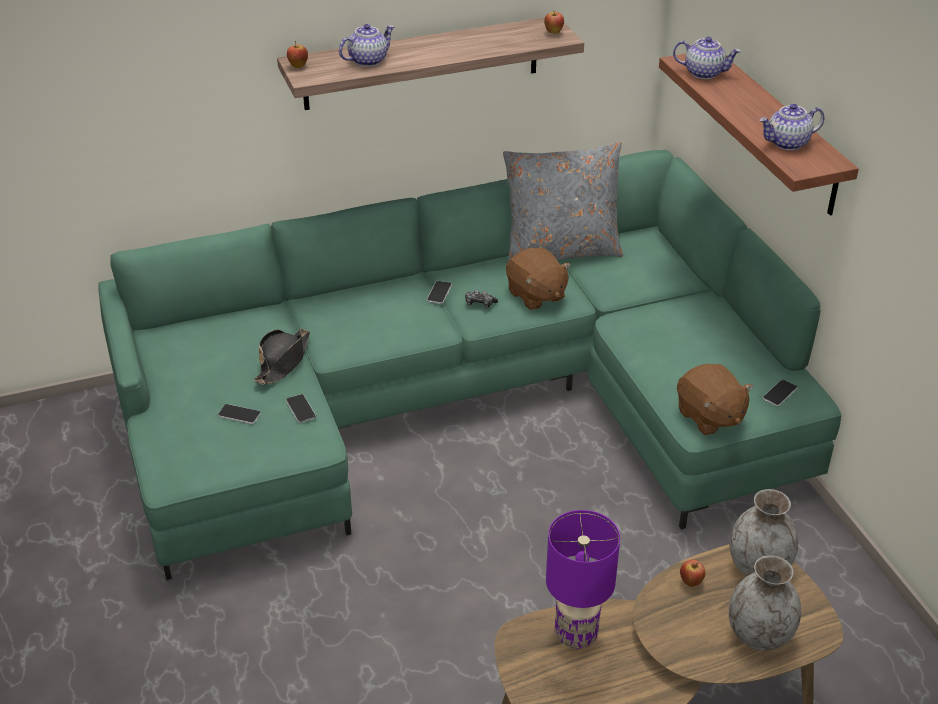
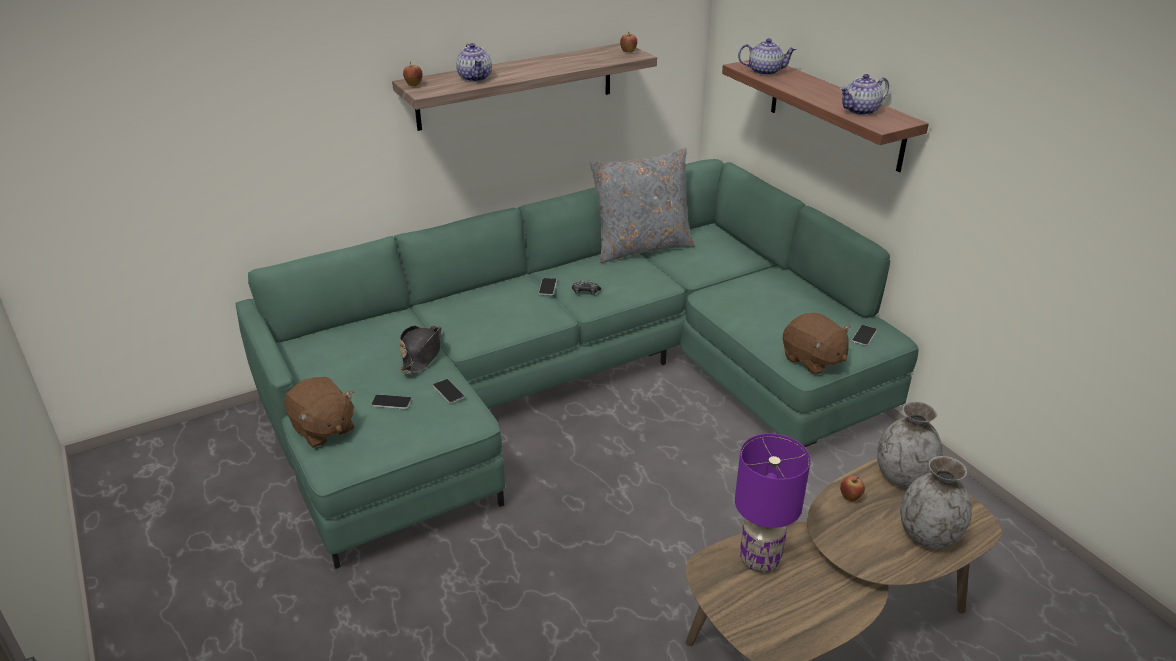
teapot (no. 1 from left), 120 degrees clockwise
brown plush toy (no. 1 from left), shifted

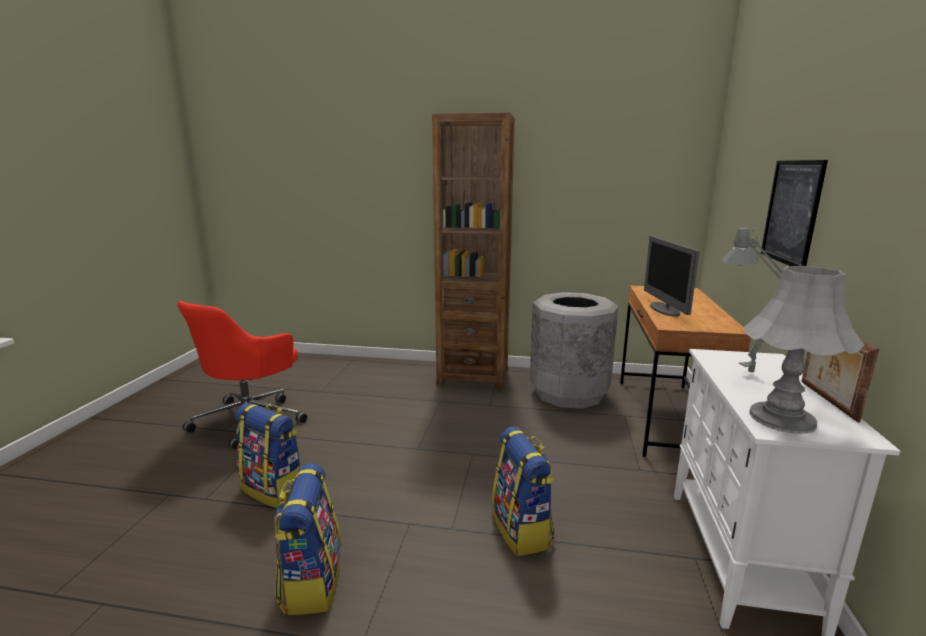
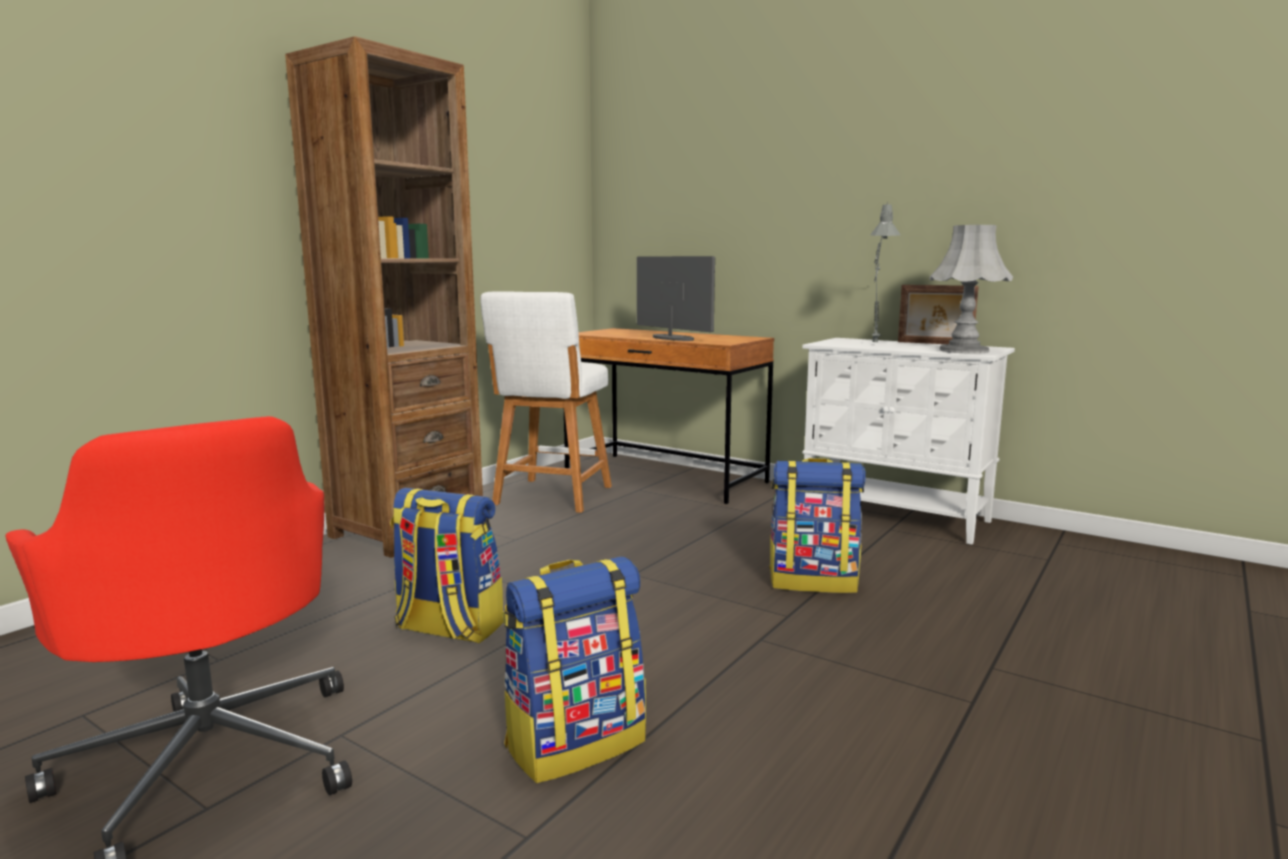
backpack (no. 2 from left in the first image) => backpack (no. 1 from left), shifted
grey trash can => white stool
monitor, 150 degrees counterclockwise
picture => nothing

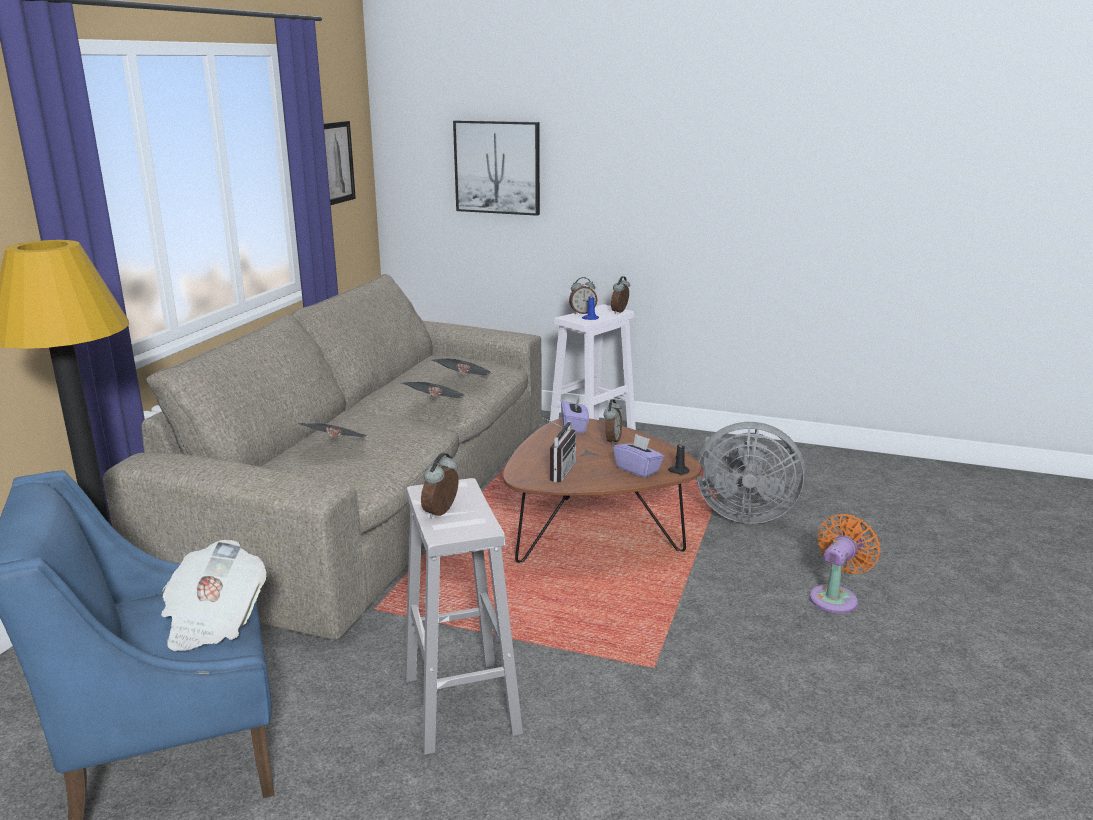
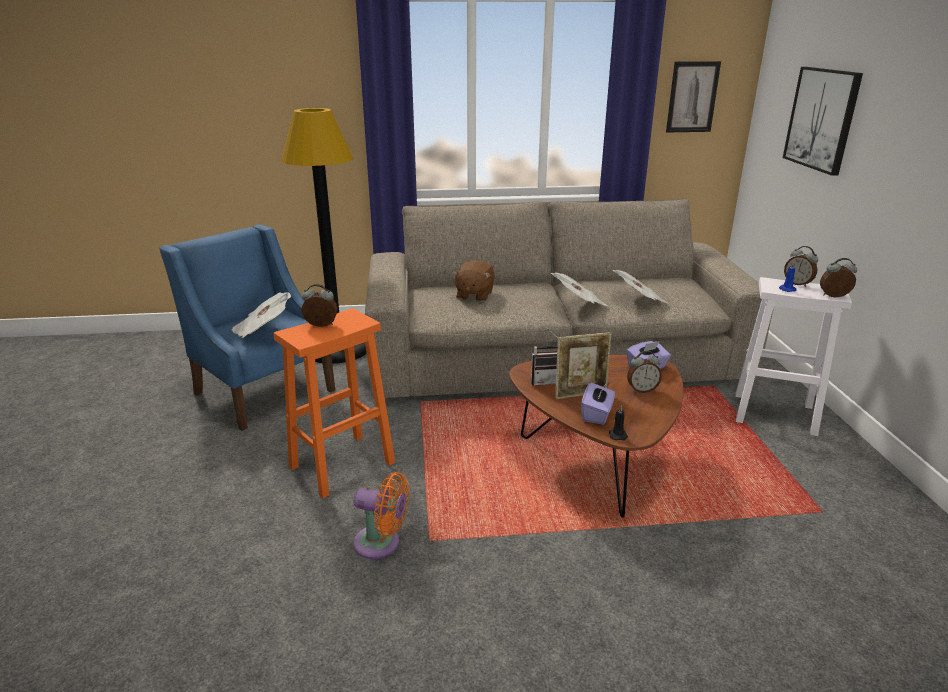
newspaper (no. 2 from left) => brown plush toy
white stool (no. 1 from left) => orange stool
grey fan => nothing
orange fan, shifted
nothing => picture frame

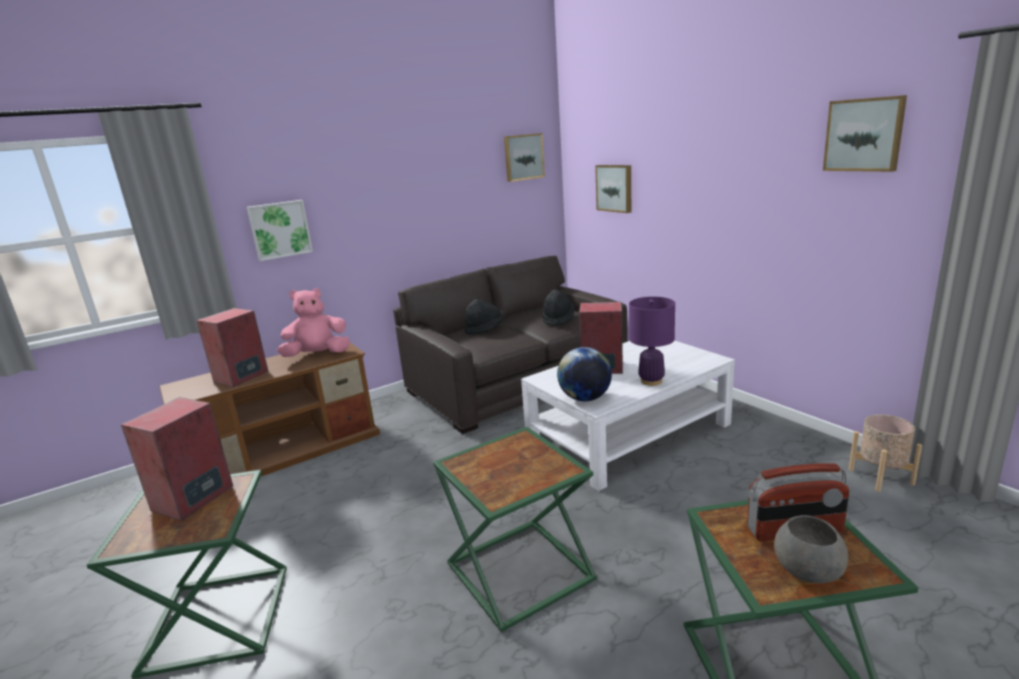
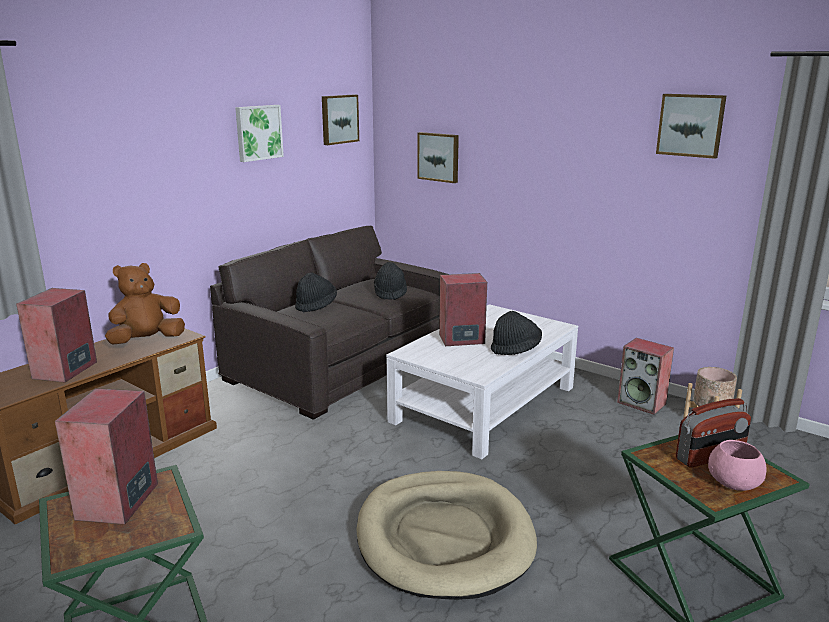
picture (no. 1 from left), shifted
pink plush toy => brown plush toy
green side table (no. 2 from left) => beige dog bed
globe => nothing
purple table lamp => black hat (no. 3 from left)
grey bowl => pink bowl
nothing => speaker (no. 4 from left)

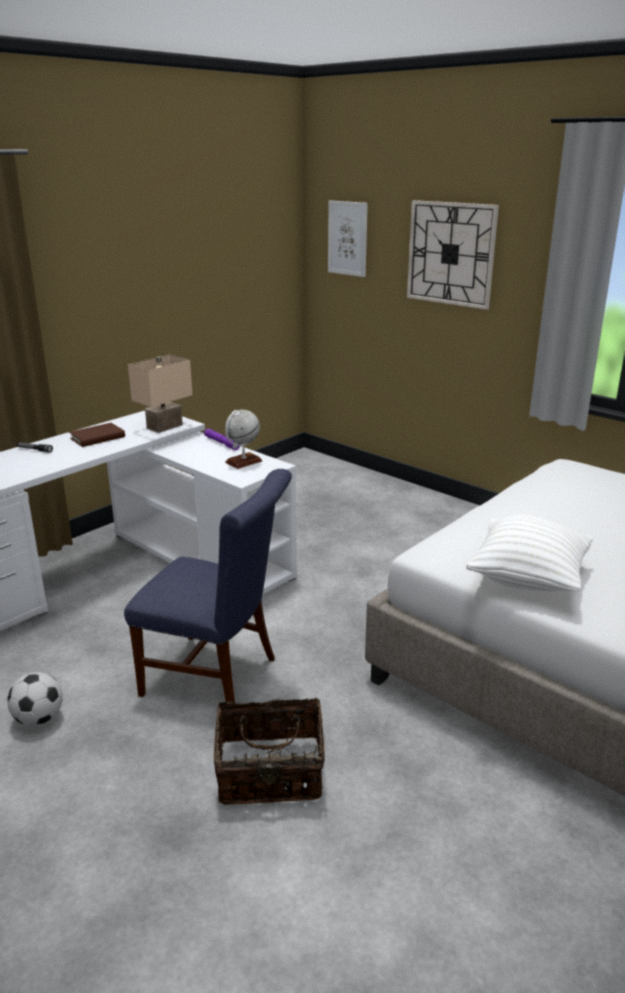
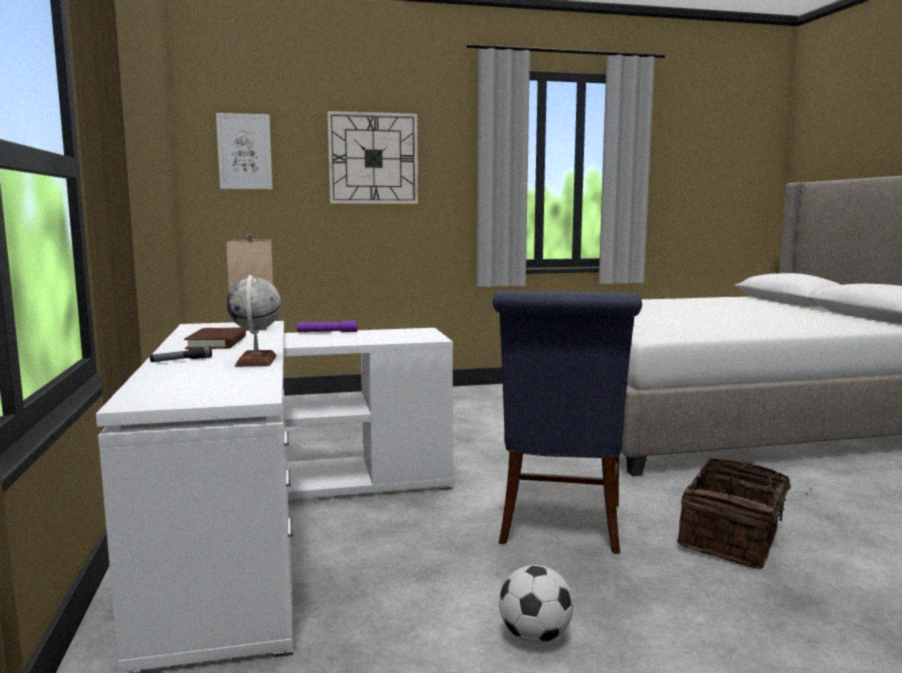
blue chair, 135 degrees clockwise
globe, shifted
white pillow => nothing

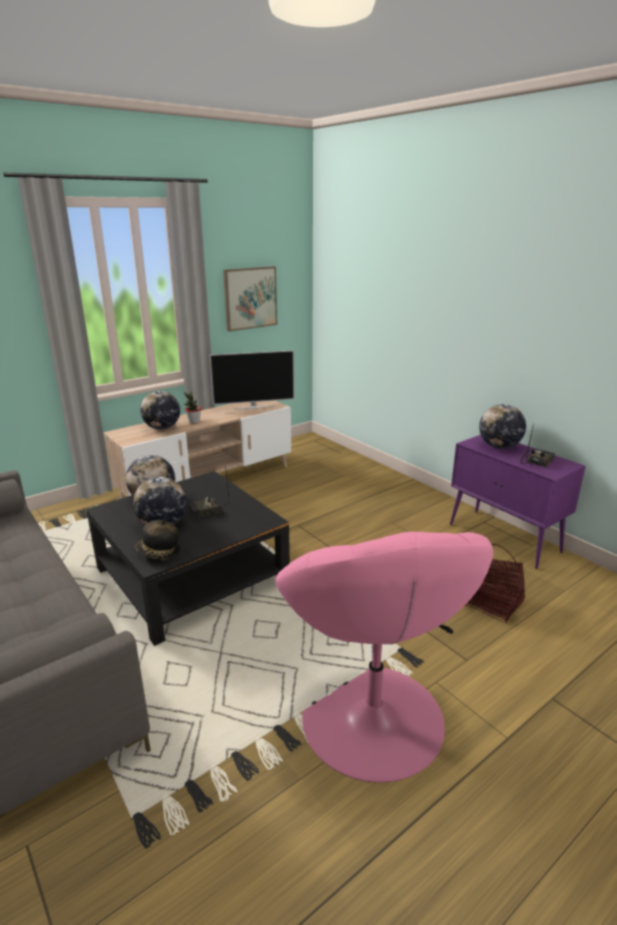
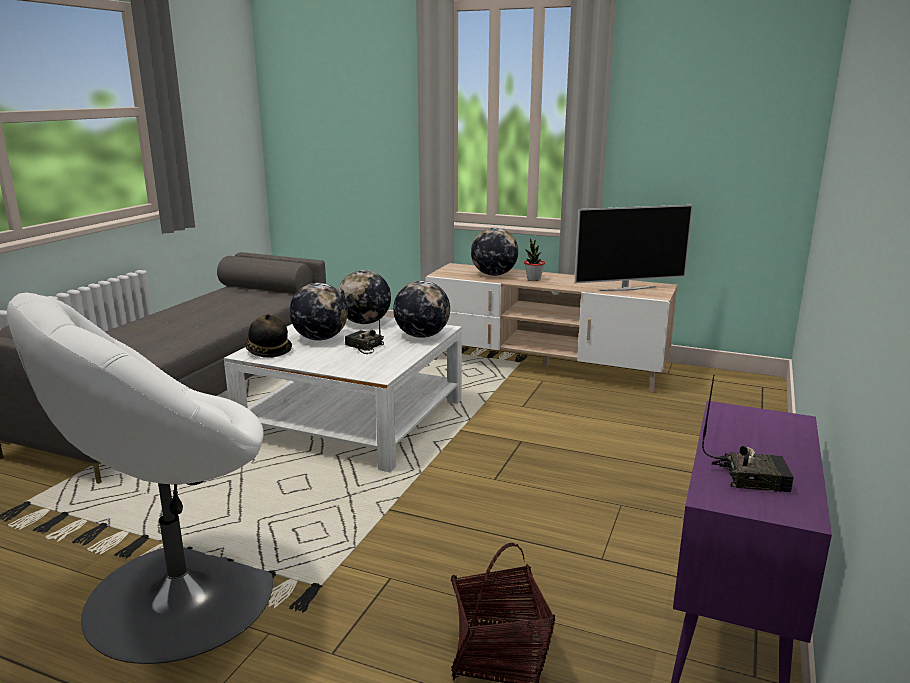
black coffee table => white coffee table
television, 60 degrees counterclockwise
picture => nothing
pink armchair => white armchair
globe (no. 4 from left in the first image) => globe (no. 3 from left), shifted

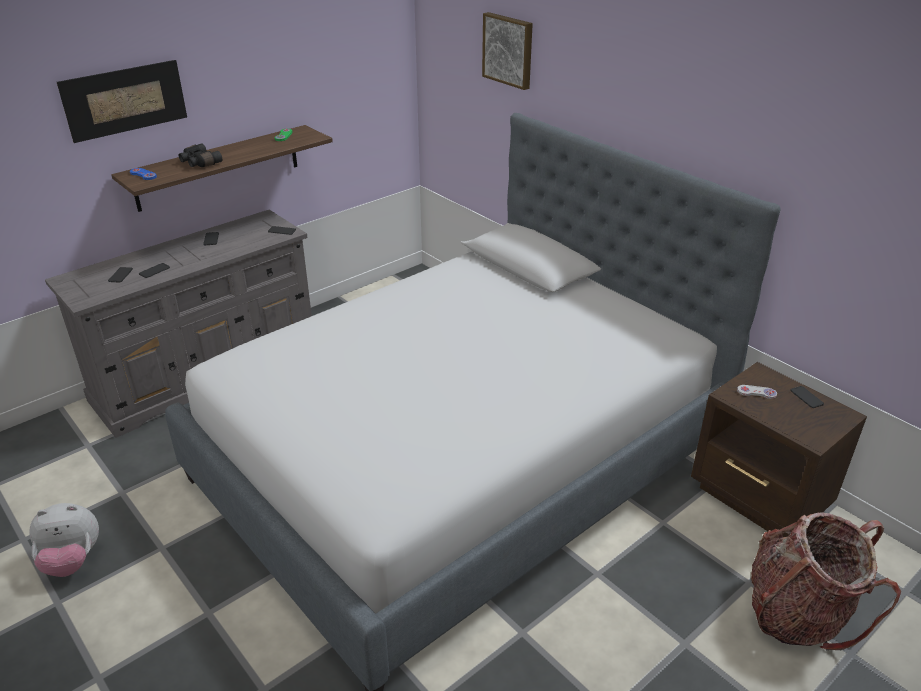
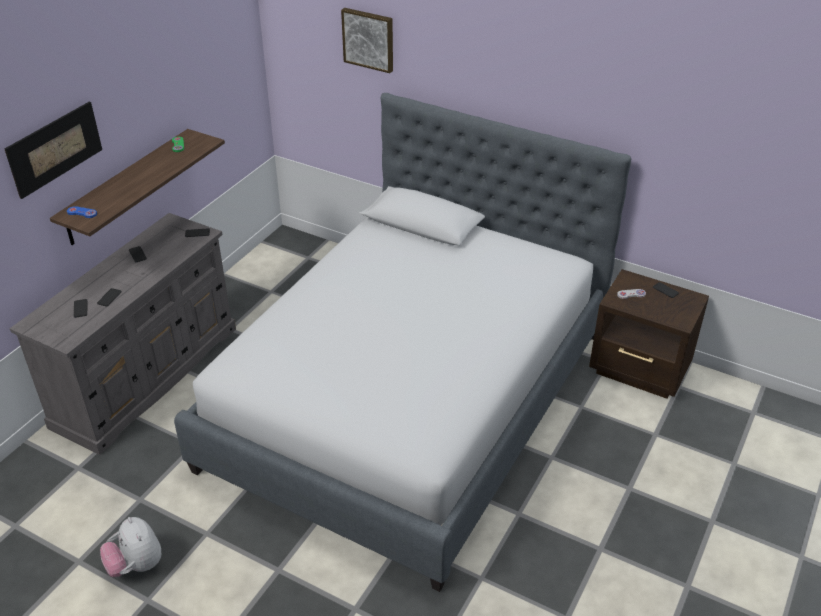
plush toy, 90 degrees clockwise
black binoculars => nothing
backpack => nothing

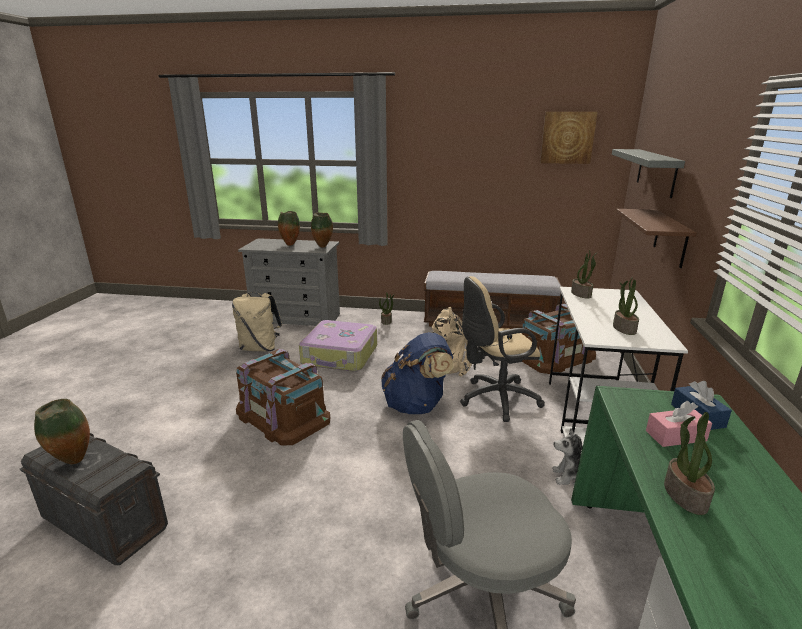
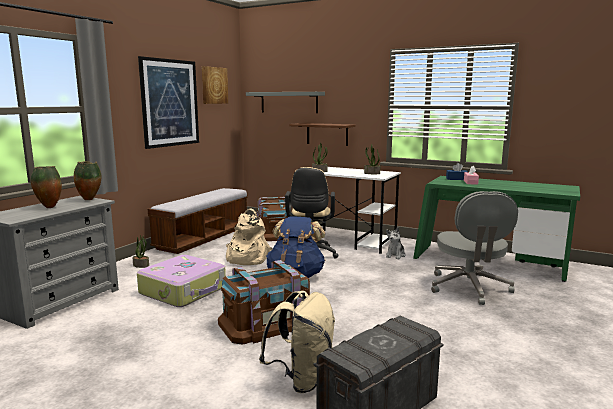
vase (no. 1 from left) => nothing
beige backpack (no. 1 from left in the first image) => beige backpack (no. 2 from left), shifted
potted plant (no. 4 from left) => nothing
nothing => picture (no. 1 from left)

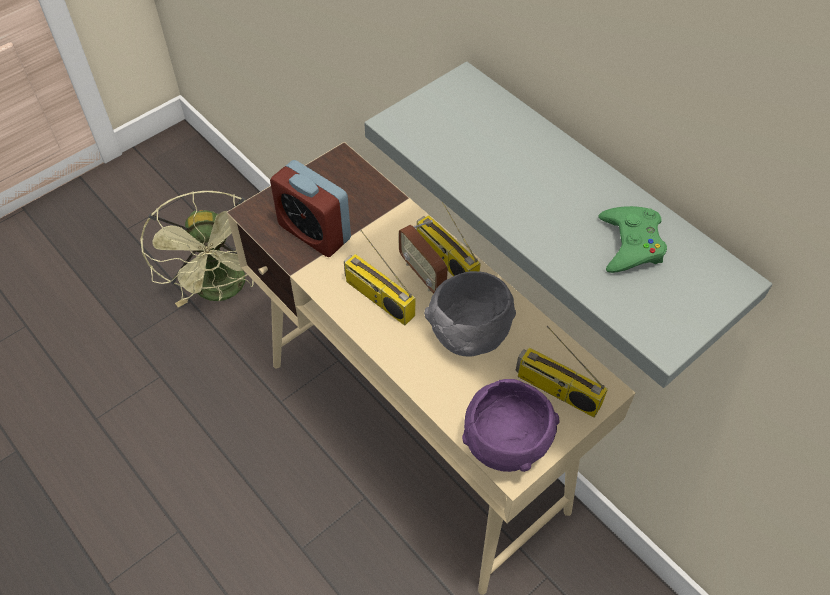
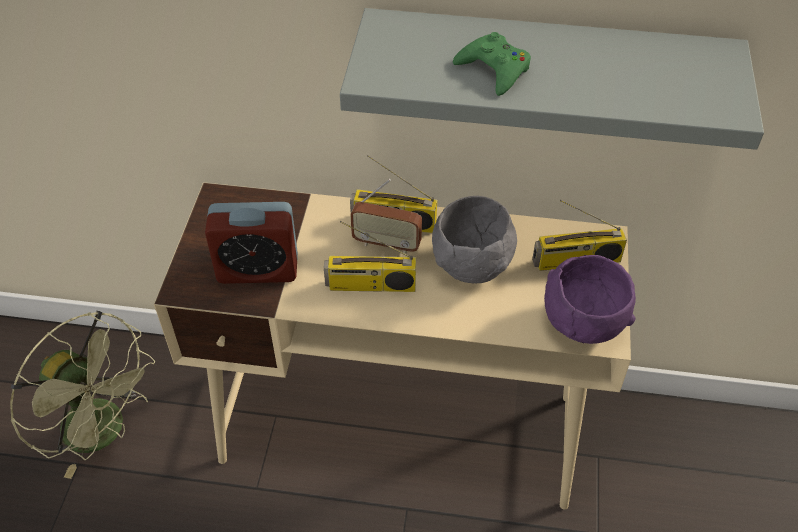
green game controller, shifted

